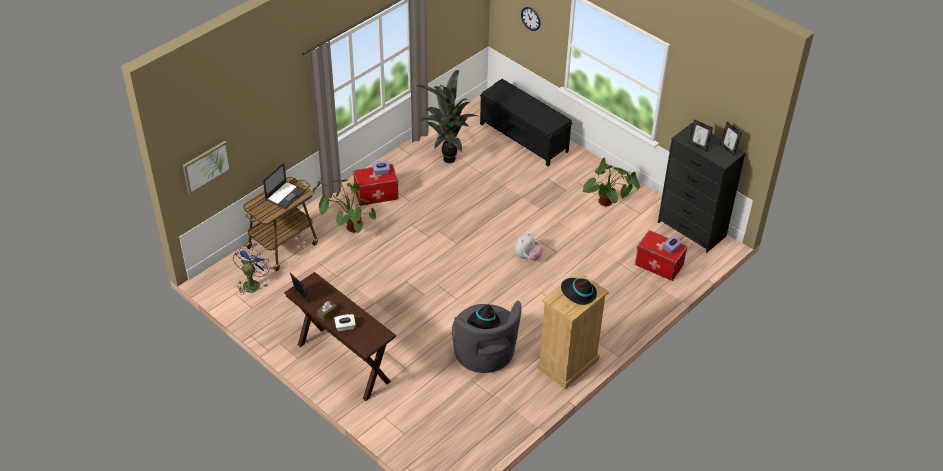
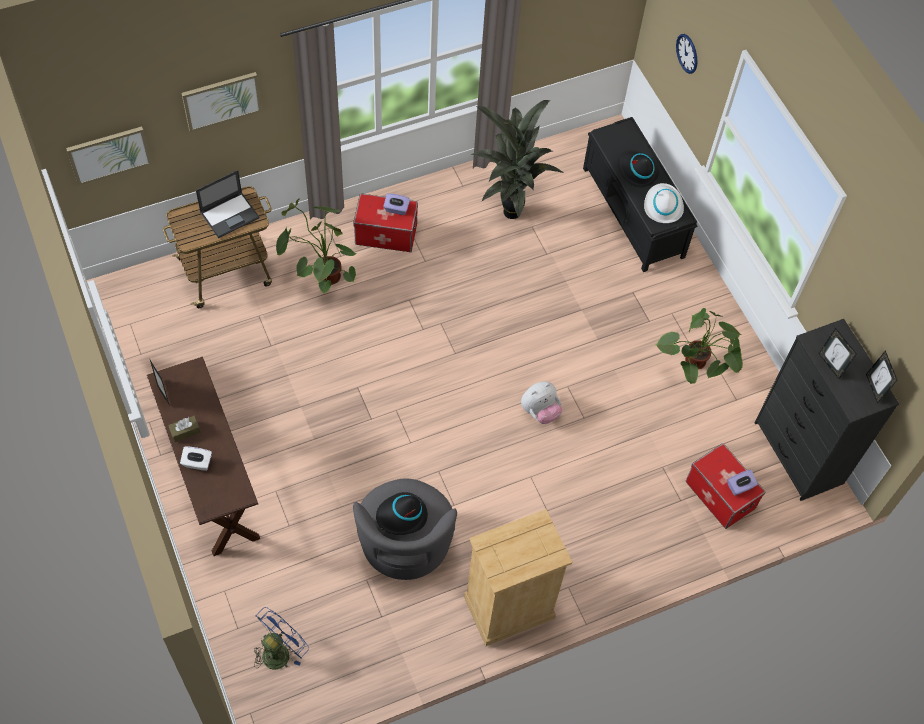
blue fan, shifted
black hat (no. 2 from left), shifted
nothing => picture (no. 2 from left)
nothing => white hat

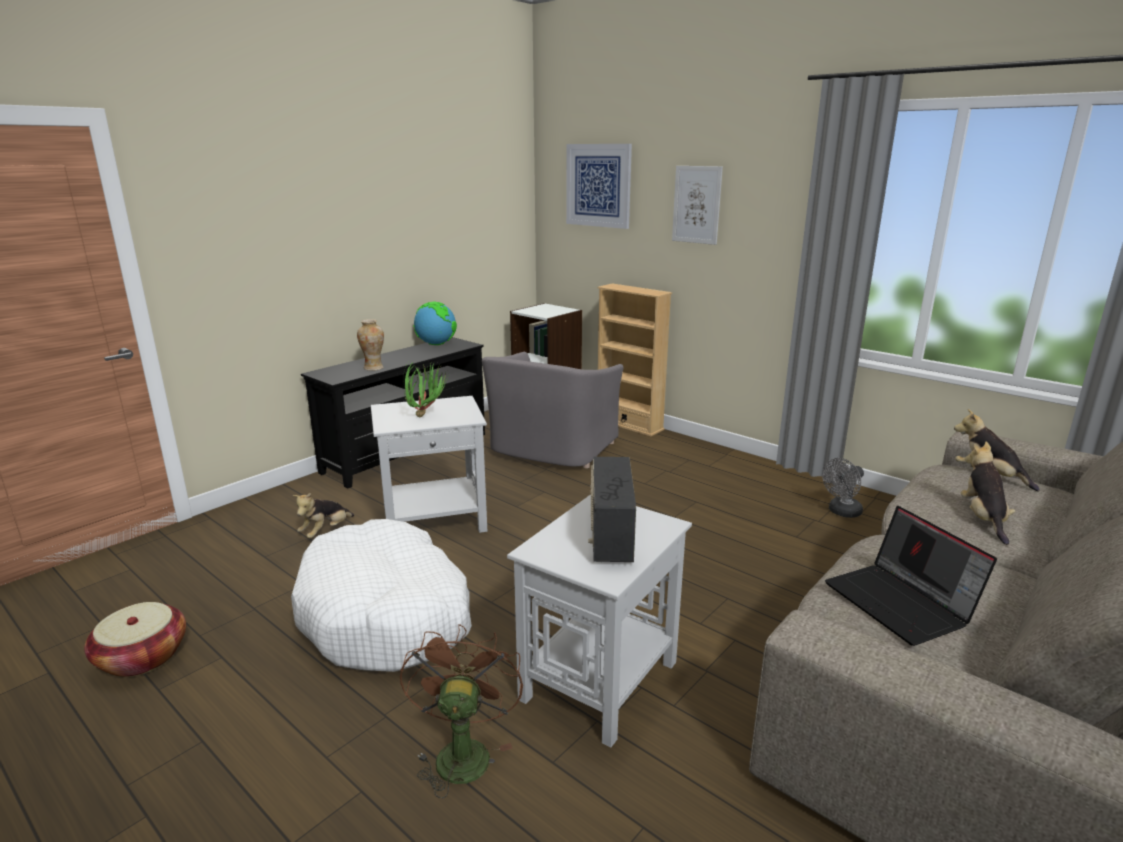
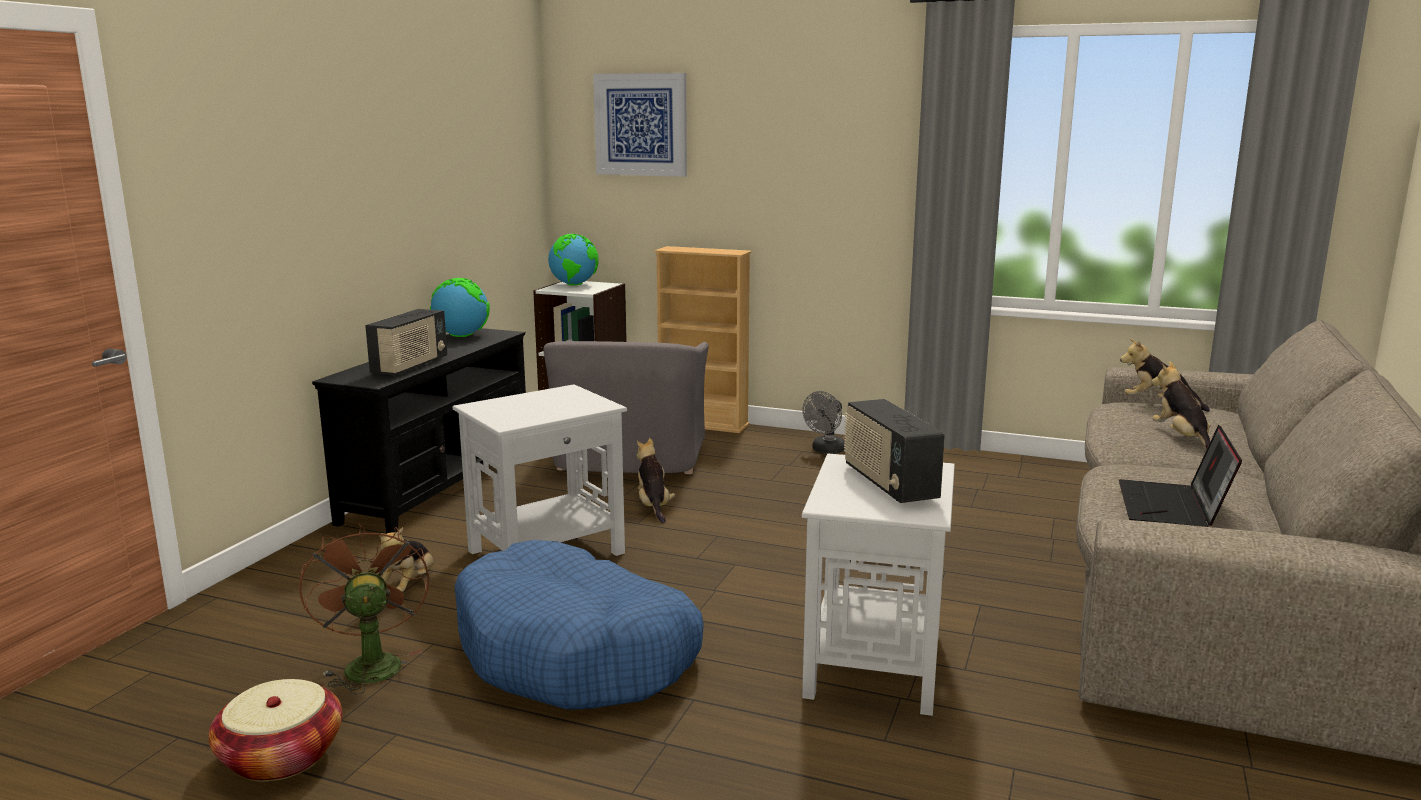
white dog bed => blue dog bed
vase => radio (no. 1 from left)
brown fan, shifted
potted plant => nothing
picture (no. 2 from left) => nothing
grey fan, shifted
laptop, 60 degrees clockwise
nothing => globe (no. 2 from left)
nothing => plush toy (no. 2 from left)

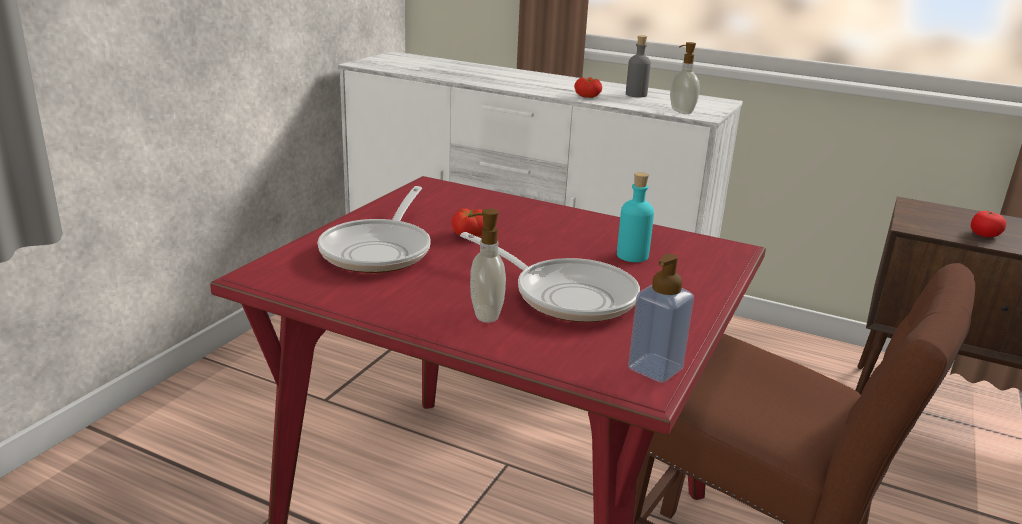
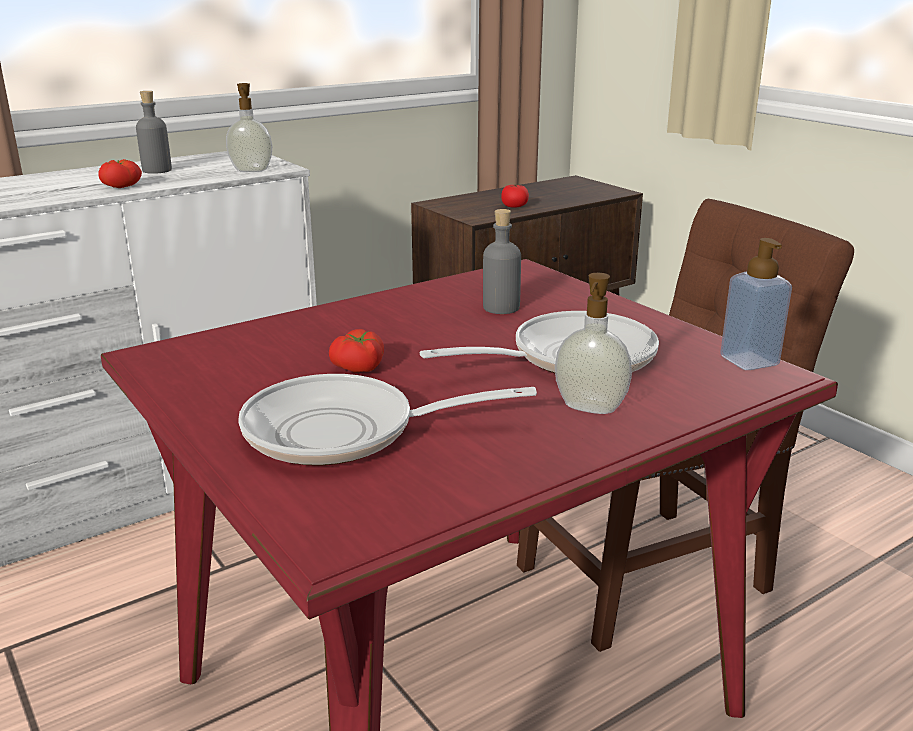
frying pan (no. 1 from left), 135 degrees clockwise
turquoise bottle => grey bottle (no. 2 from left)

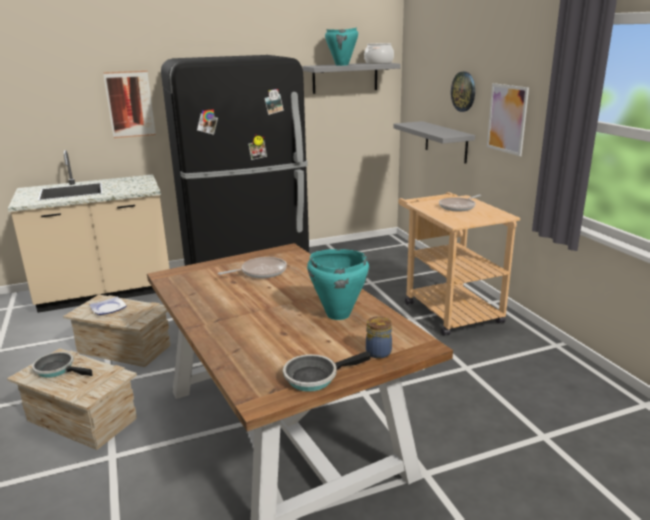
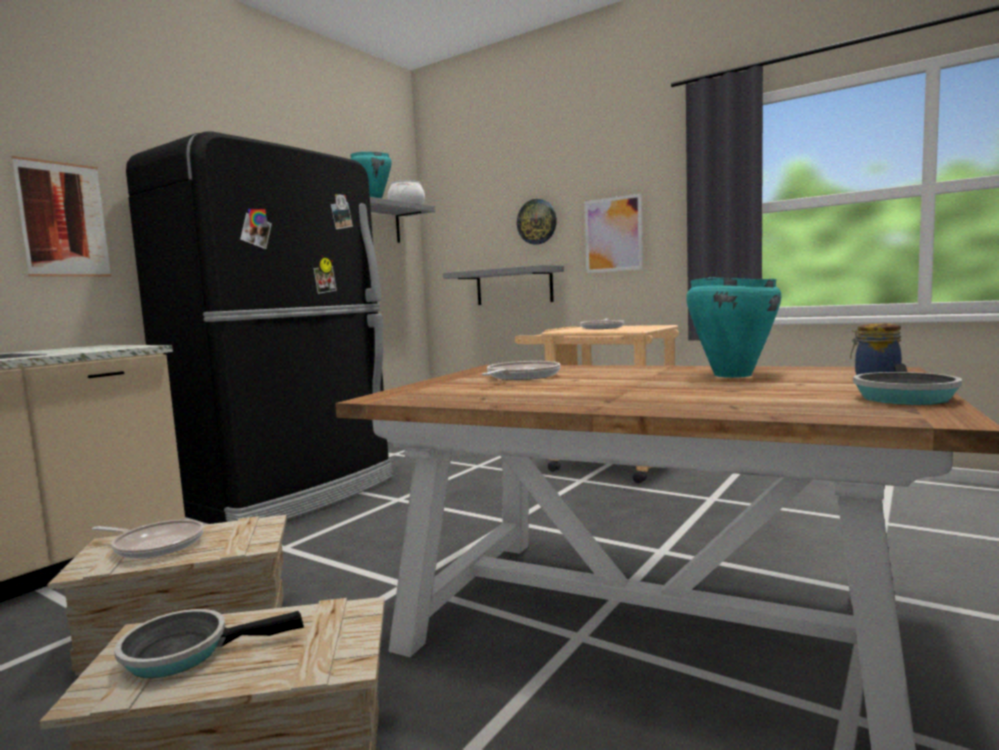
plate => frying pan (no. 1 from left)

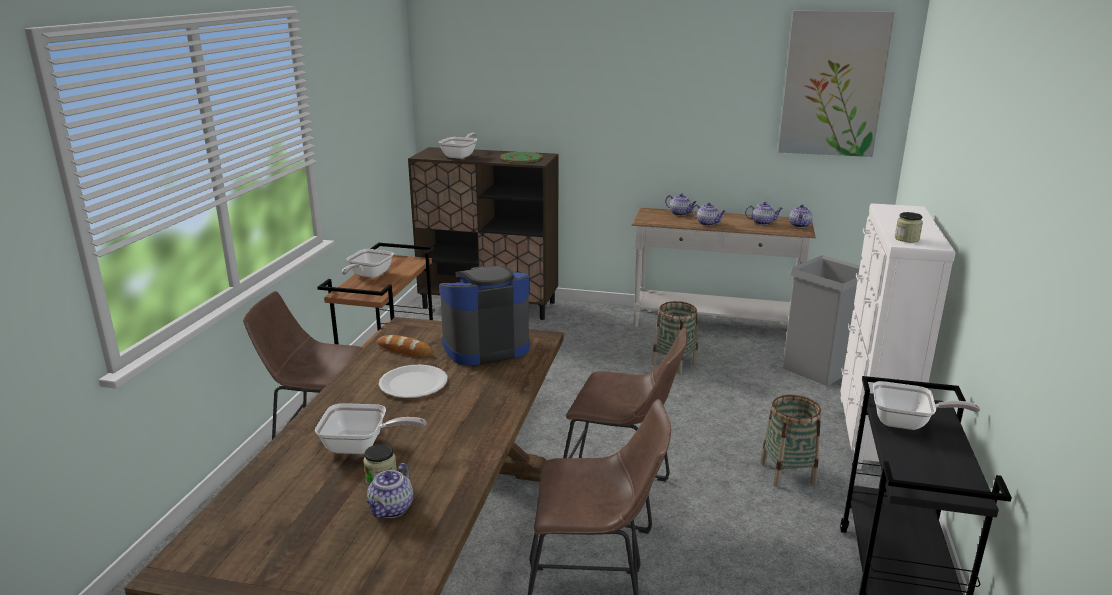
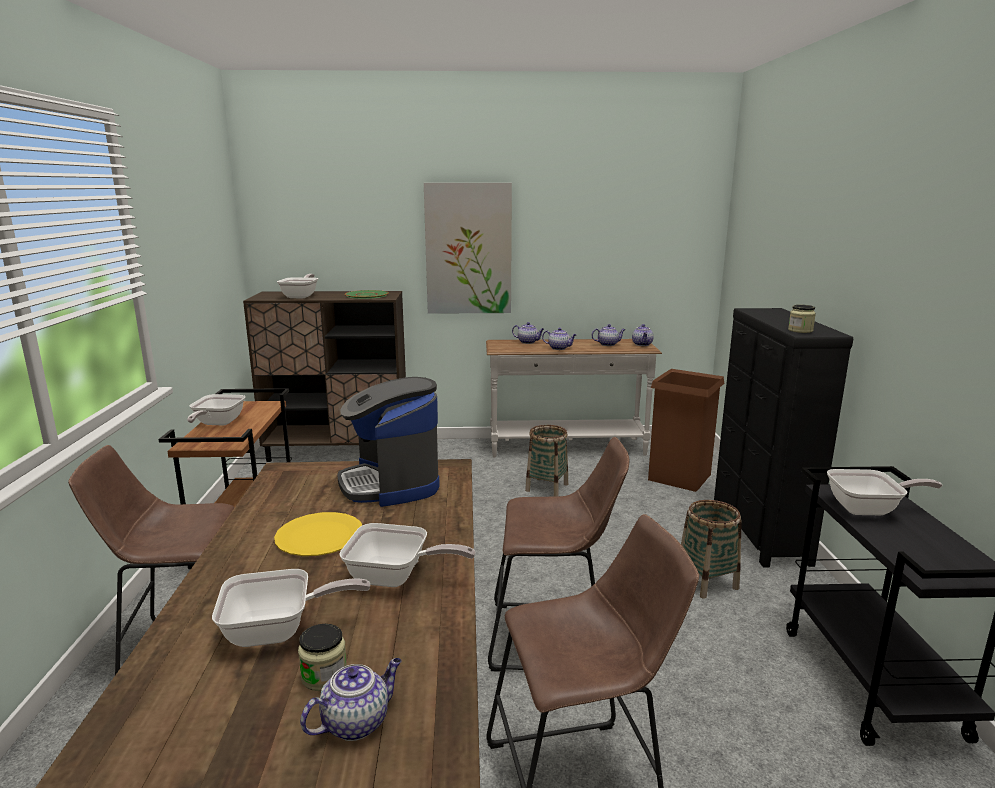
teapot (no. 1 from left), 135 degrees counterclockwise
bread => nothing
white plate => yellow plate
coffee machine, 75 degrees counterclockwise
picture, shifted
grey trash can => brown trash can
white dresser => black dresser
nothing => frying pan (no. 4 from left)

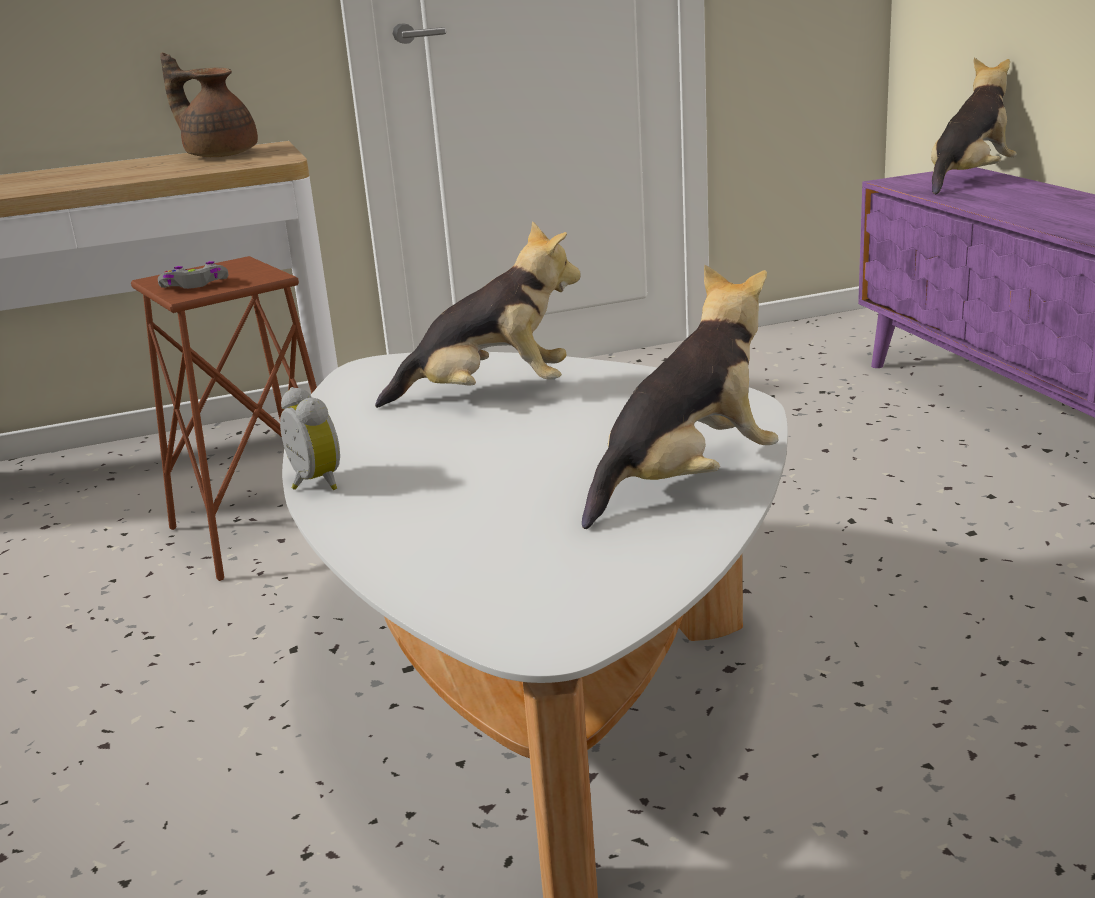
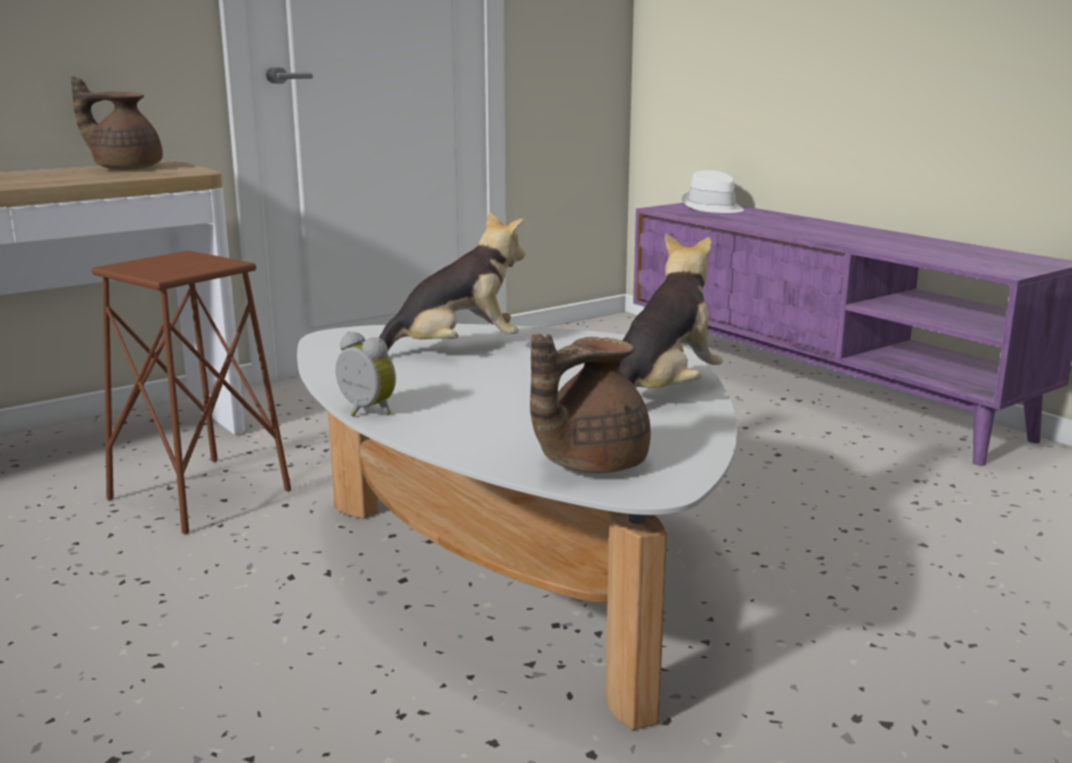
grey game controller => nothing
plush toy (no. 3 from left) => white hat
nothing => brown teapot (no. 2 from left)

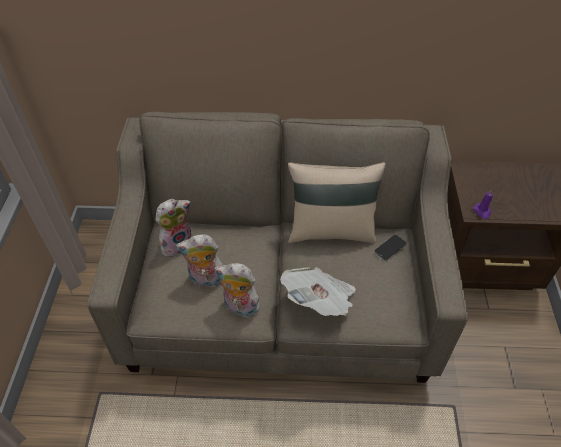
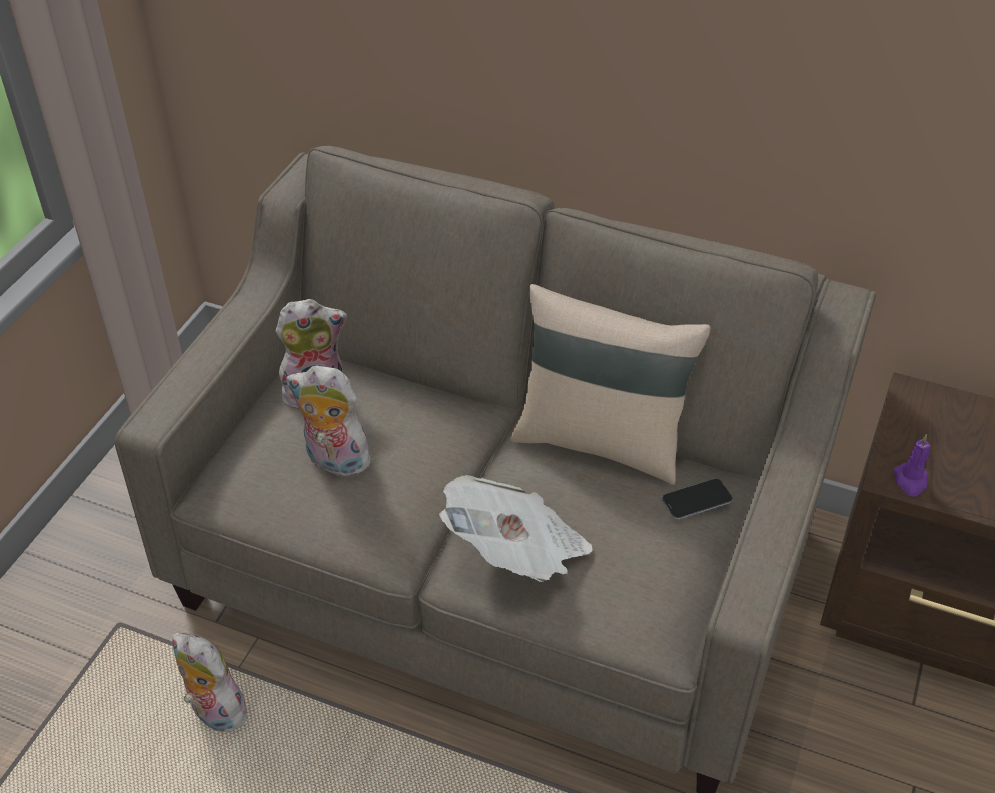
plush toy (no. 3 from left in the first image) => plush toy (no. 1 from left), shifted

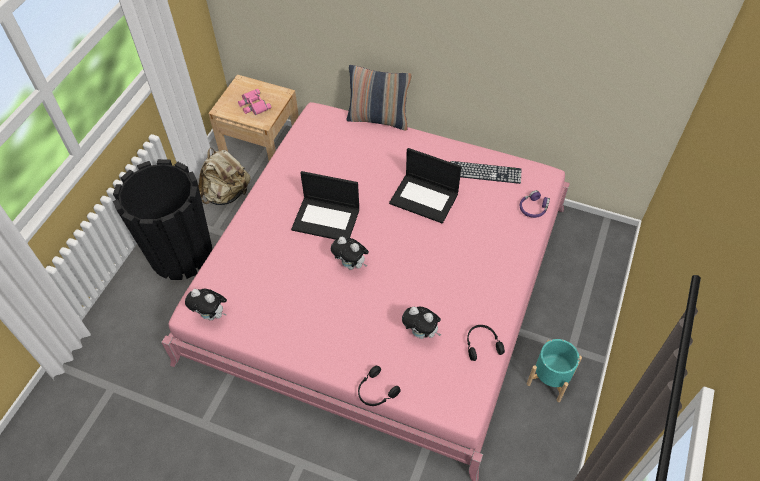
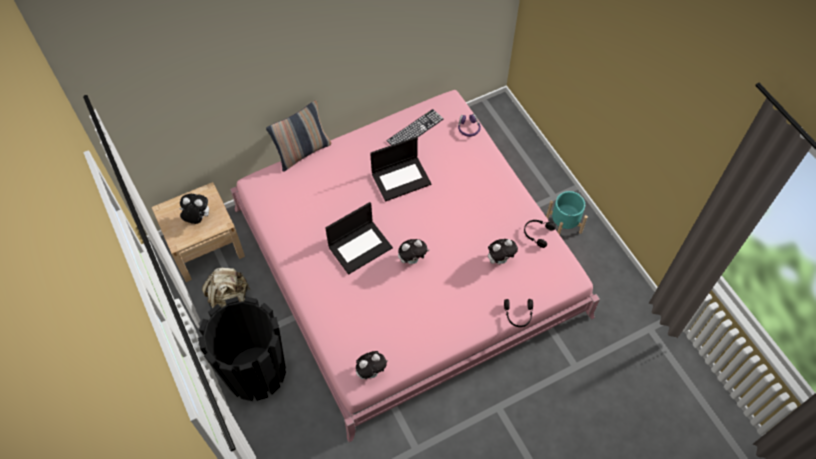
pink binoculars => plush toy (no. 1 from left)

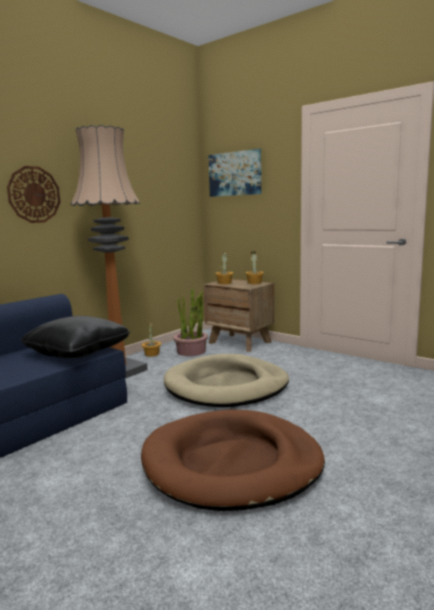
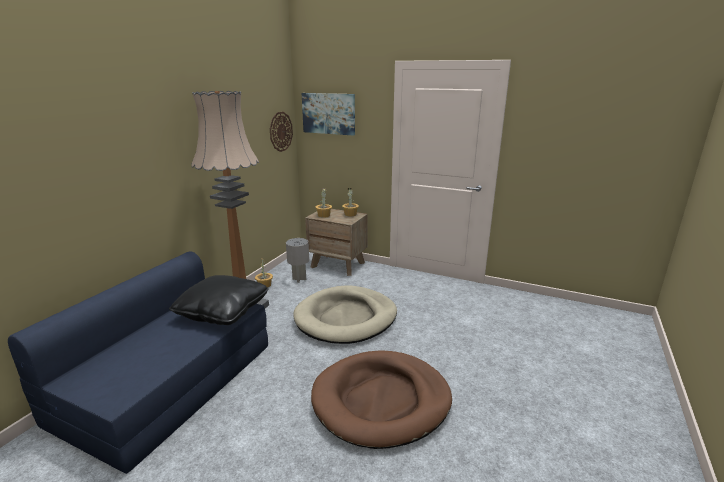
wall clock, shifted
potted plant (no. 2 from left) => grey table lamp

